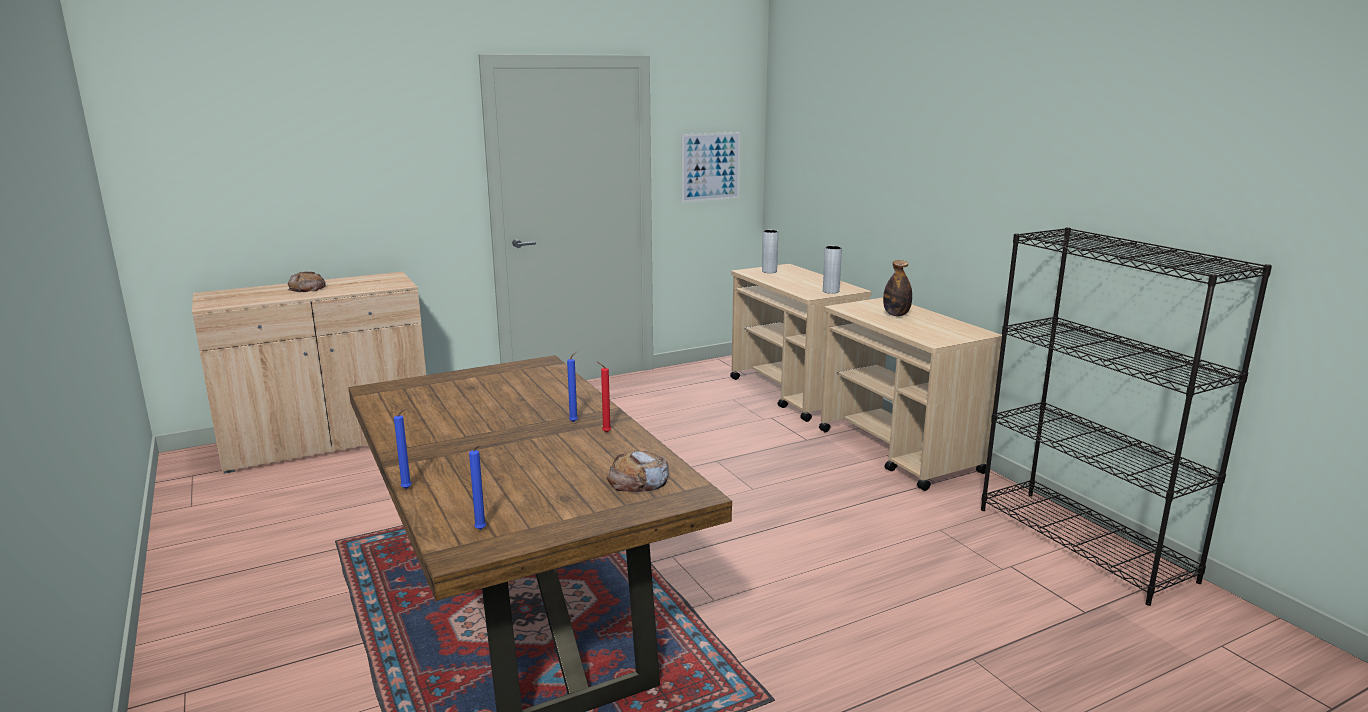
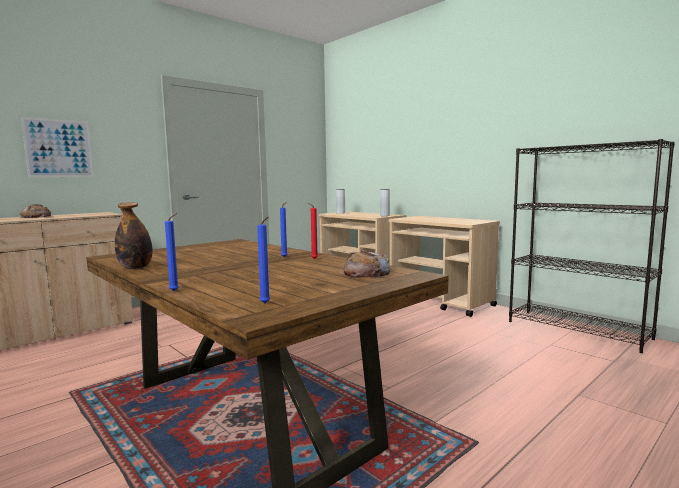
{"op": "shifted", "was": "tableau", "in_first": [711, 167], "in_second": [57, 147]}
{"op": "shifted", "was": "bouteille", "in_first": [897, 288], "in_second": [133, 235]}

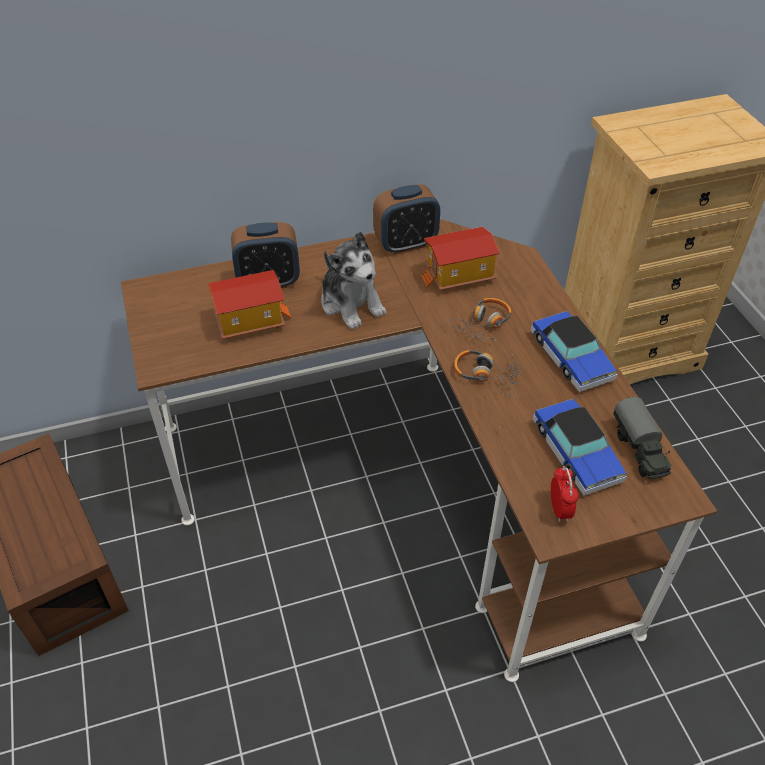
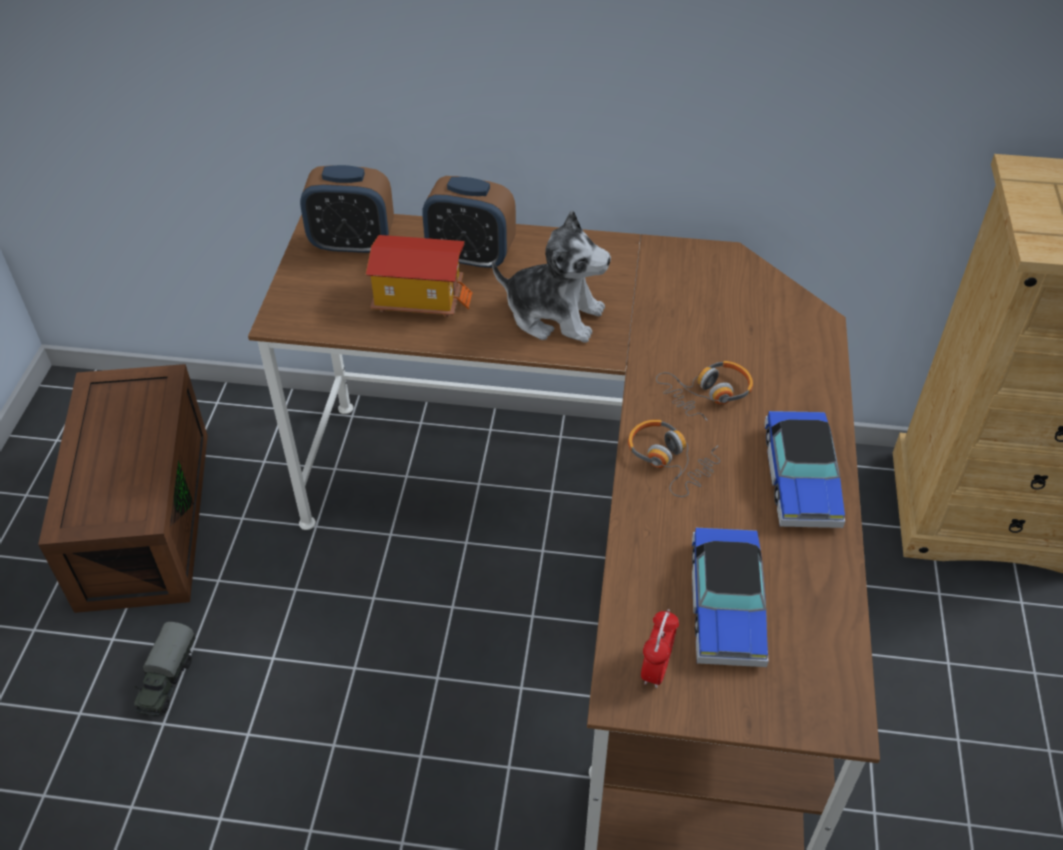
{"op": "gone", "was": "maison miniature", "in_first": [460, 259]}
{"op": "shifted", "was": "réveil", "in_first": [406, 219], "in_second": [347, 210]}
{"op": "shifted", "was": "camion jouet", "in_first": [642, 438], "in_second": [164, 669]}
{"op": "rotated", "was": "peluche", "in_first": [354, 280], "in_second": [551, 277], "clockwise": -60}

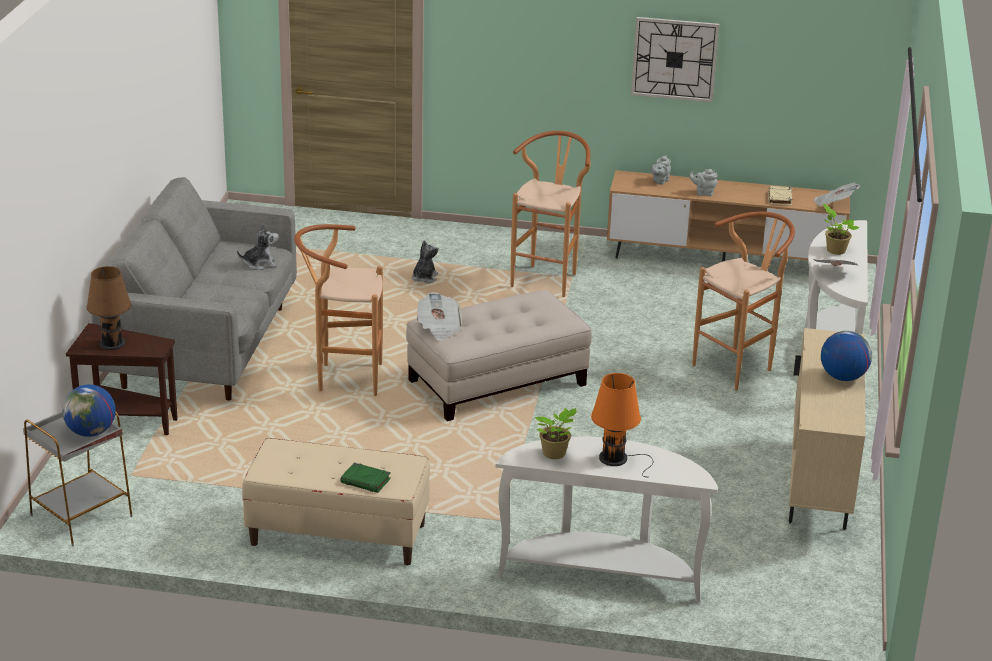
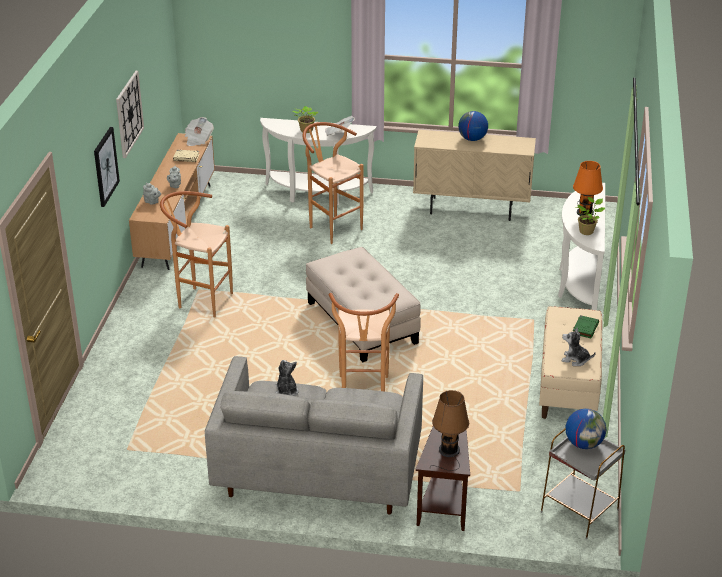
{"op": "gone", "was": "journal", "in_first": [439, 316]}
{"op": "new", "now": "tableau", "in_second": [107, 167]}
{"op": "shifted", "was": "peluche", "in_first": [425, 262], "in_second": [579, 347]}

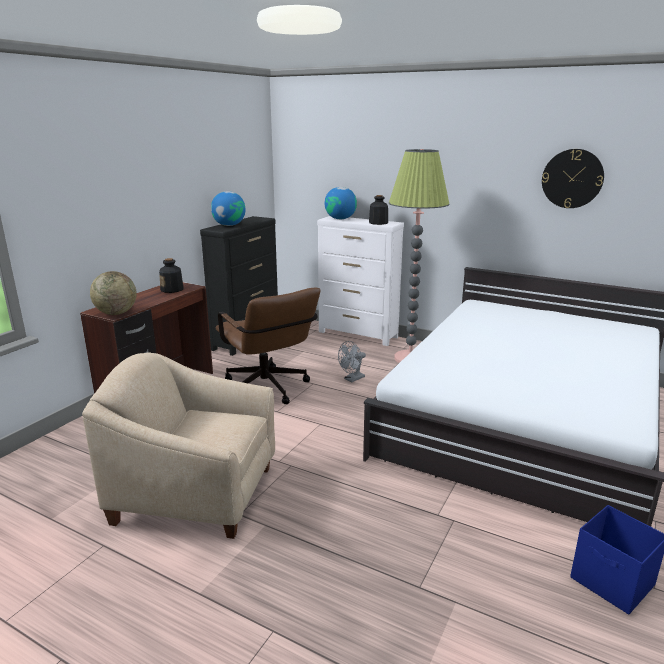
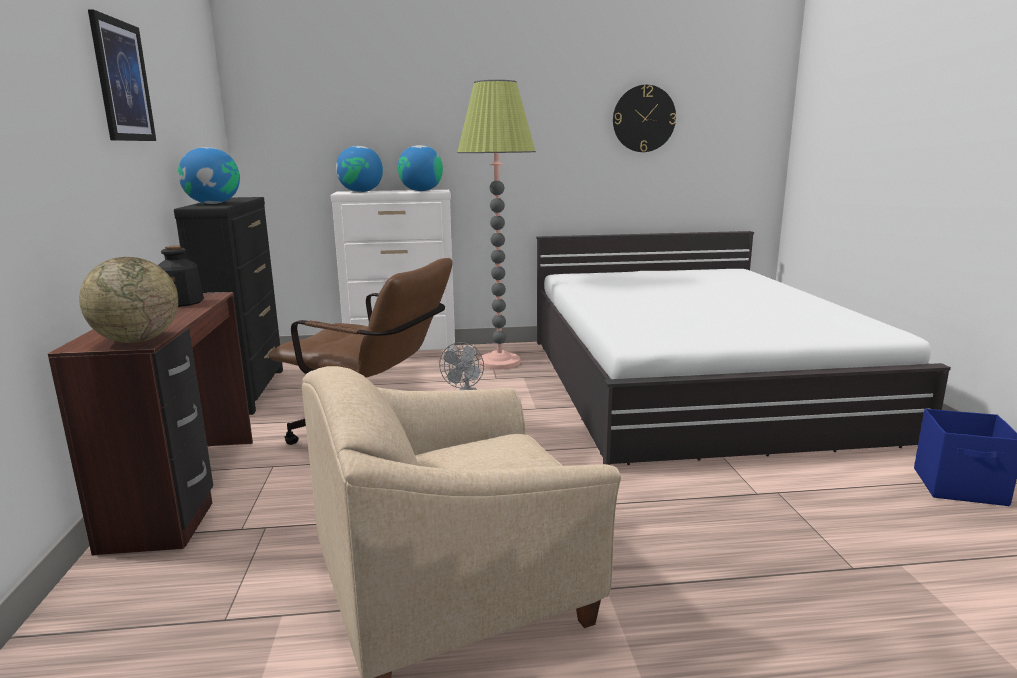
{"op": "new", "now": "tableau", "in_second": [122, 75]}
{"op": "swapped", "was": "bouteille", "now": "globe", "in_first": [378, 210], "in_second": [420, 168]}

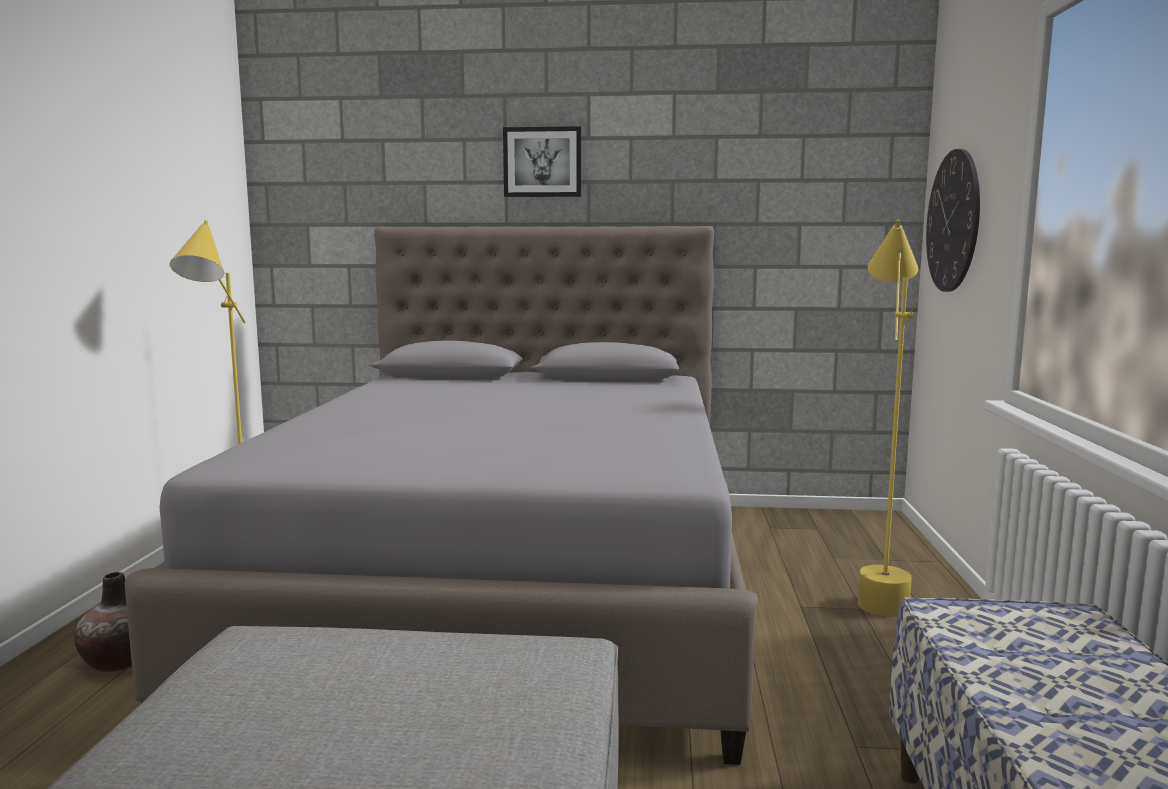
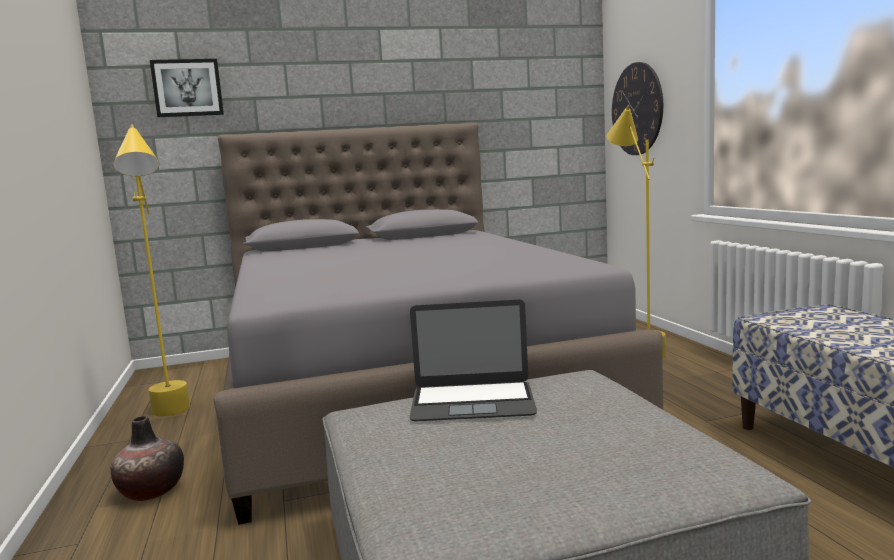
{"op": "new", "now": "ordinateur portable", "in_second": [473, 360]}
{"op": "shifted", "was": "tableau", "in_first": [542, 161], "in_second": [187, 88]}

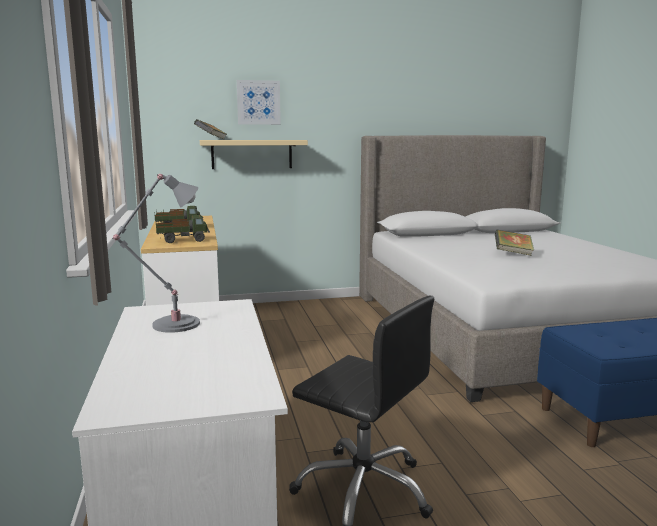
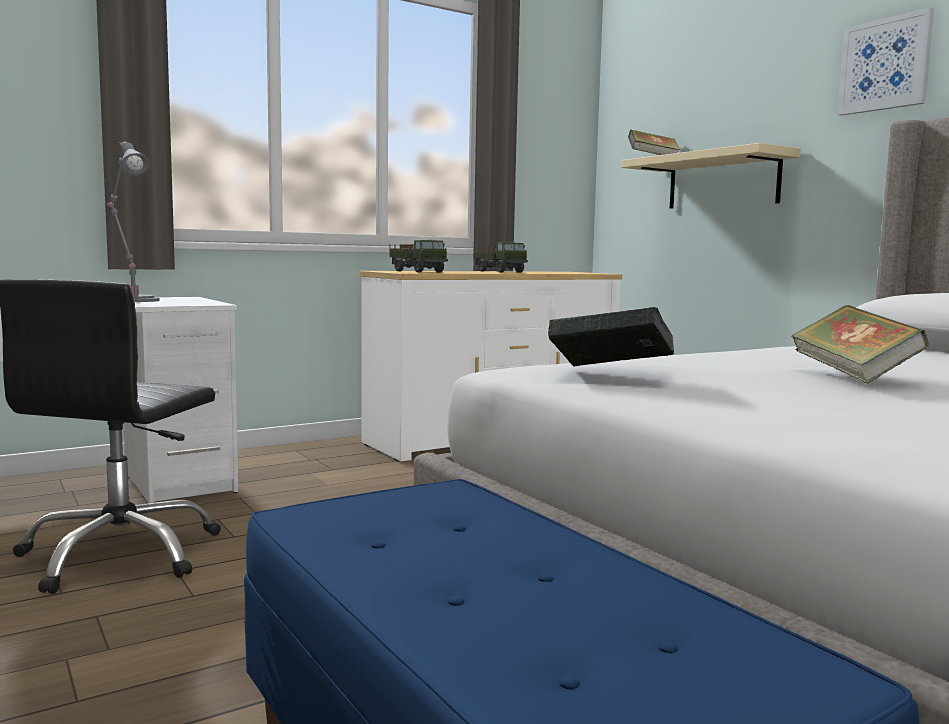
{"op": "new", "now": "livre", "in_second": [611, 337]}
{"op": "shifted", "was": "tableau", "in_first": [259, 102], "in_second": [886, 61]}

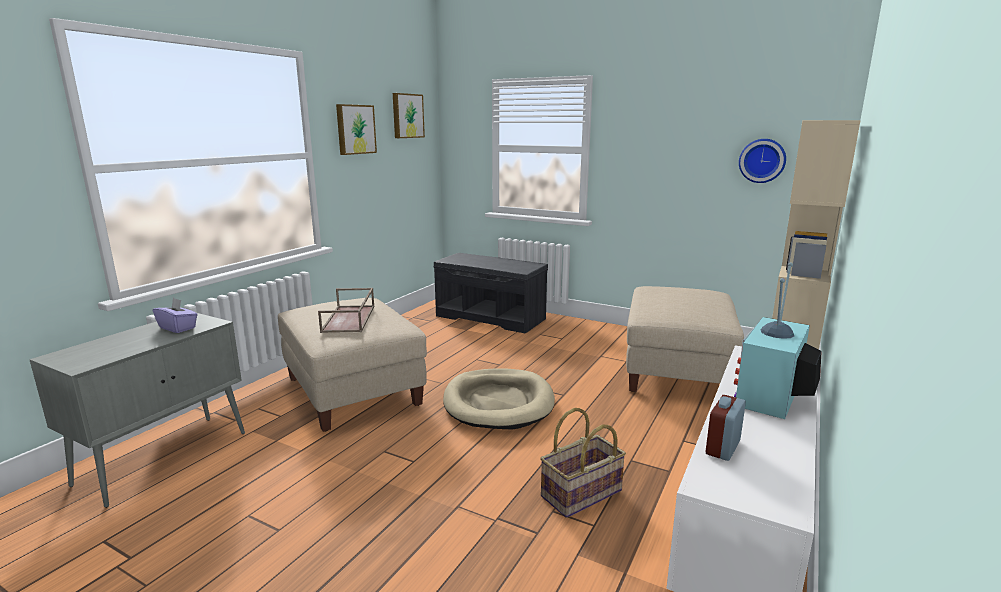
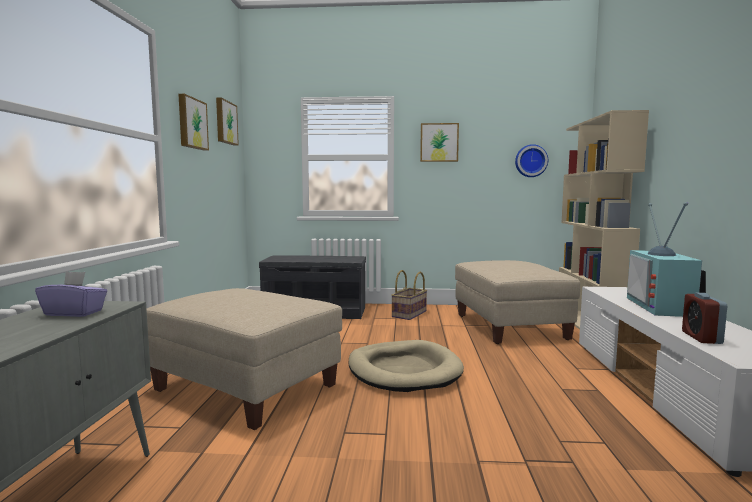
{"op": "gone", "was": "plateau (marron)", "in_first": [346, 310]}
{"op": "new", "now": "tableau", "in_second": [439, 142]}
{"op": "shifted", "was": "panier", "in_first": [583, 463], "in_second": [409, 295]}

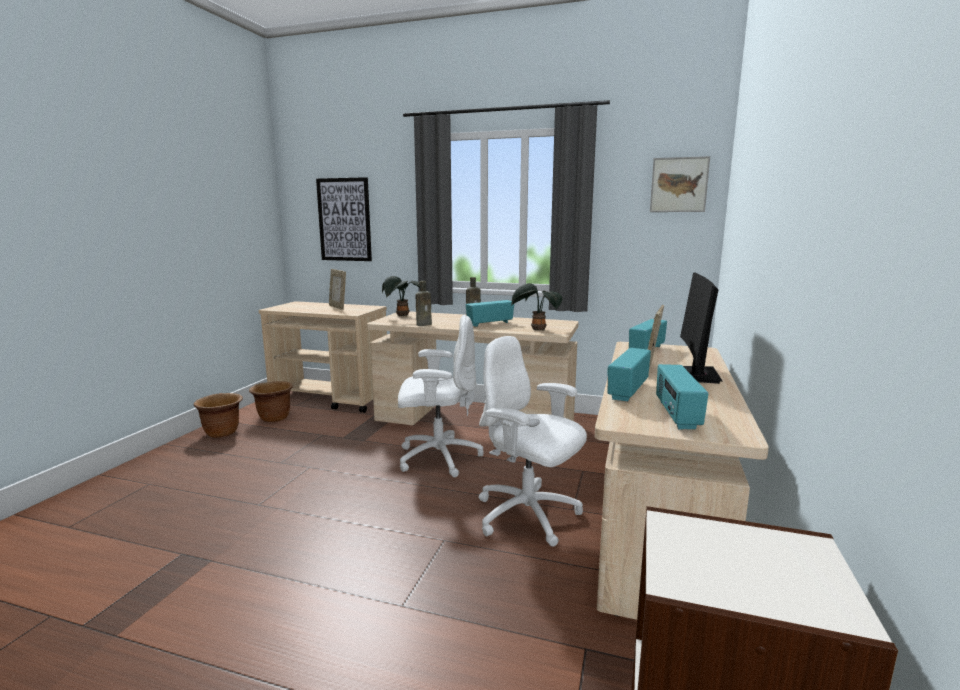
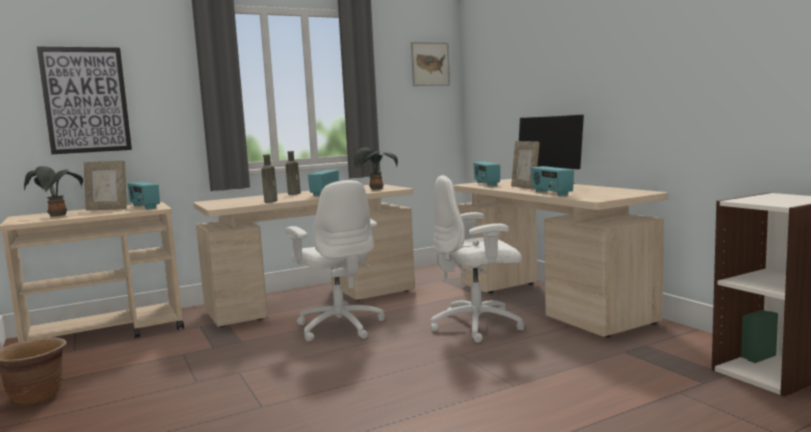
{"op": "gone", "was": "cache-pot (marron)", "in_first": [271, 401]}
{"op": "shifted", "was": "plante en pot", "in_first": [401, 296], "in_second": [53, 191]}
{"op": "shifted", "was": "radio", "in_first": [682, 396], "in_second": [143, 195]}
{"op": "rotated", "was": "chaise de bureau (blanc)", "in_first": [440, 396], "in_second": [335, 261], "clockwise": 105}

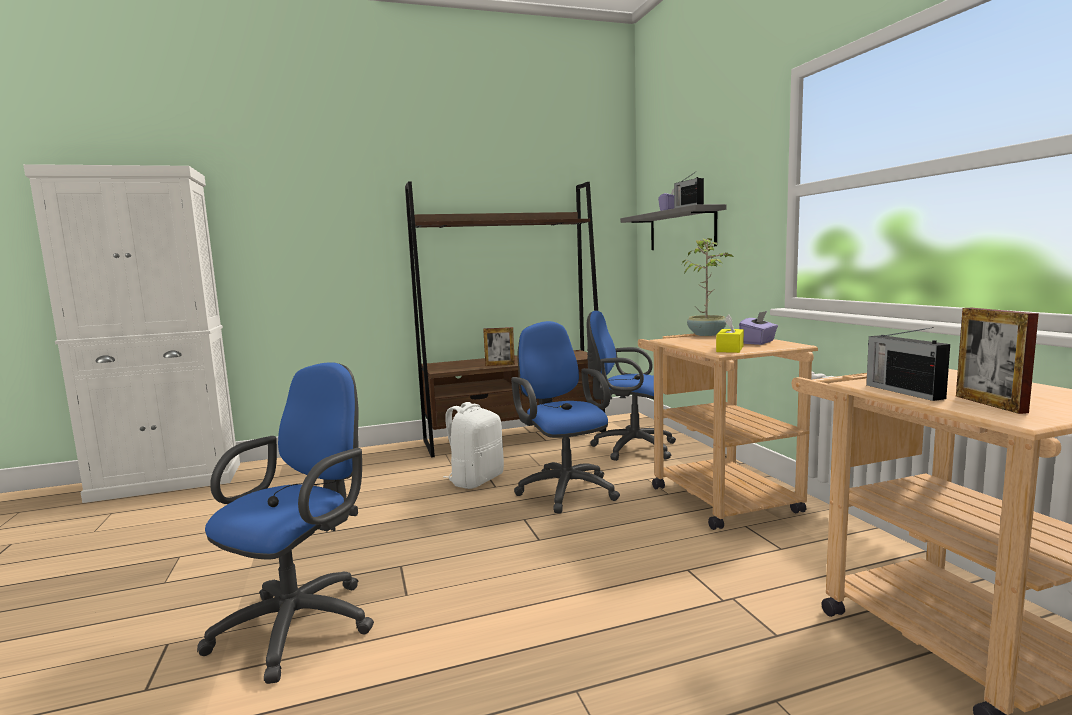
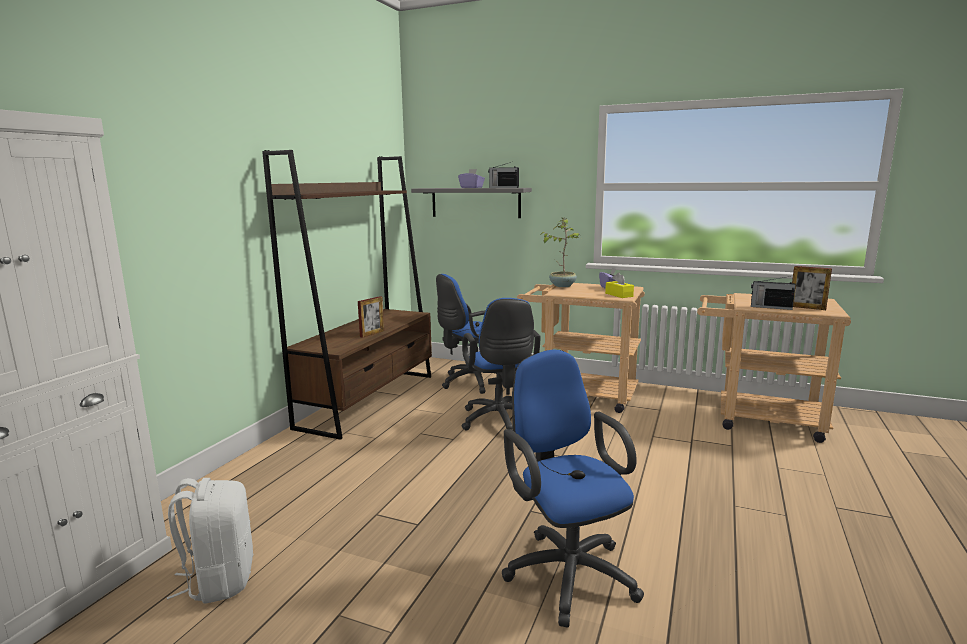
{"op": "shifted", "was": "sac à dos (blanc)", "in_first": [474, 445], "in_second": [210, 541]}
{"op": "rotated", "was": "chaise de bureau (bleu)", "in_first": [565, 417], "in_second": [501, 364], "clockwise": -120}

